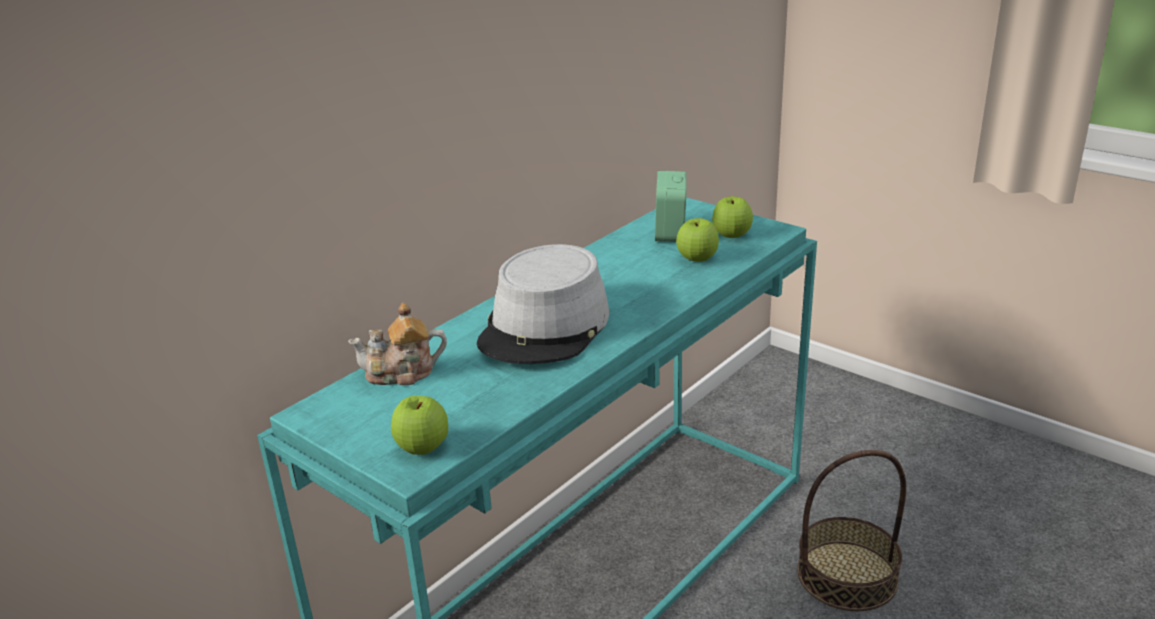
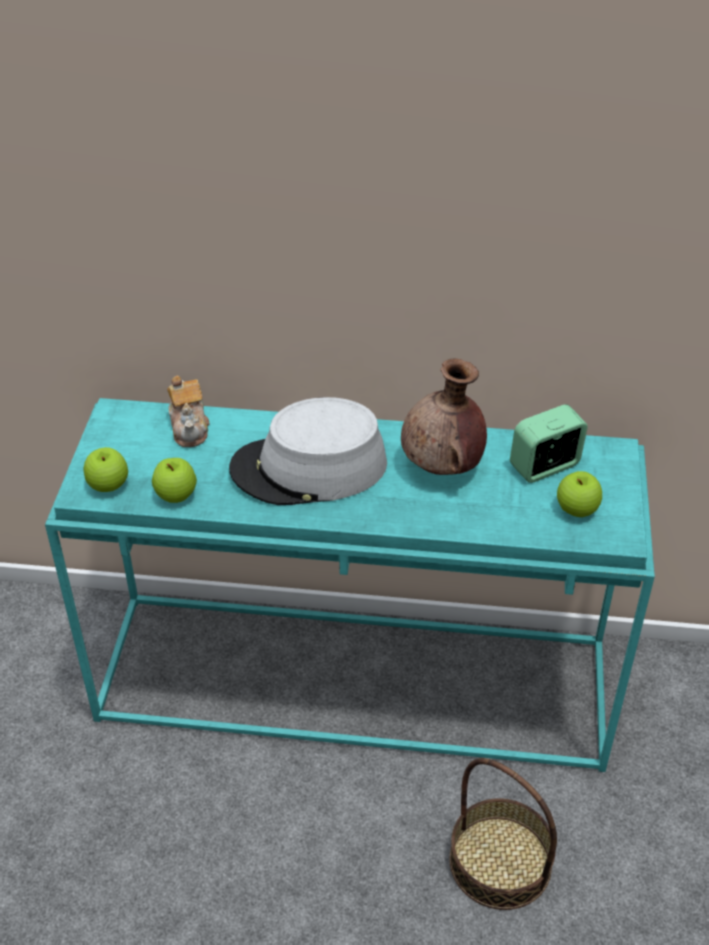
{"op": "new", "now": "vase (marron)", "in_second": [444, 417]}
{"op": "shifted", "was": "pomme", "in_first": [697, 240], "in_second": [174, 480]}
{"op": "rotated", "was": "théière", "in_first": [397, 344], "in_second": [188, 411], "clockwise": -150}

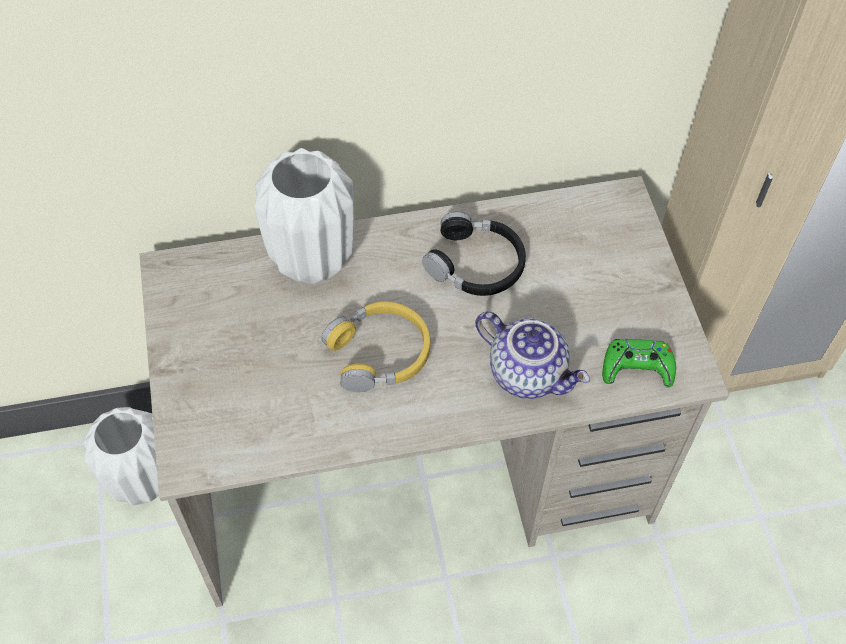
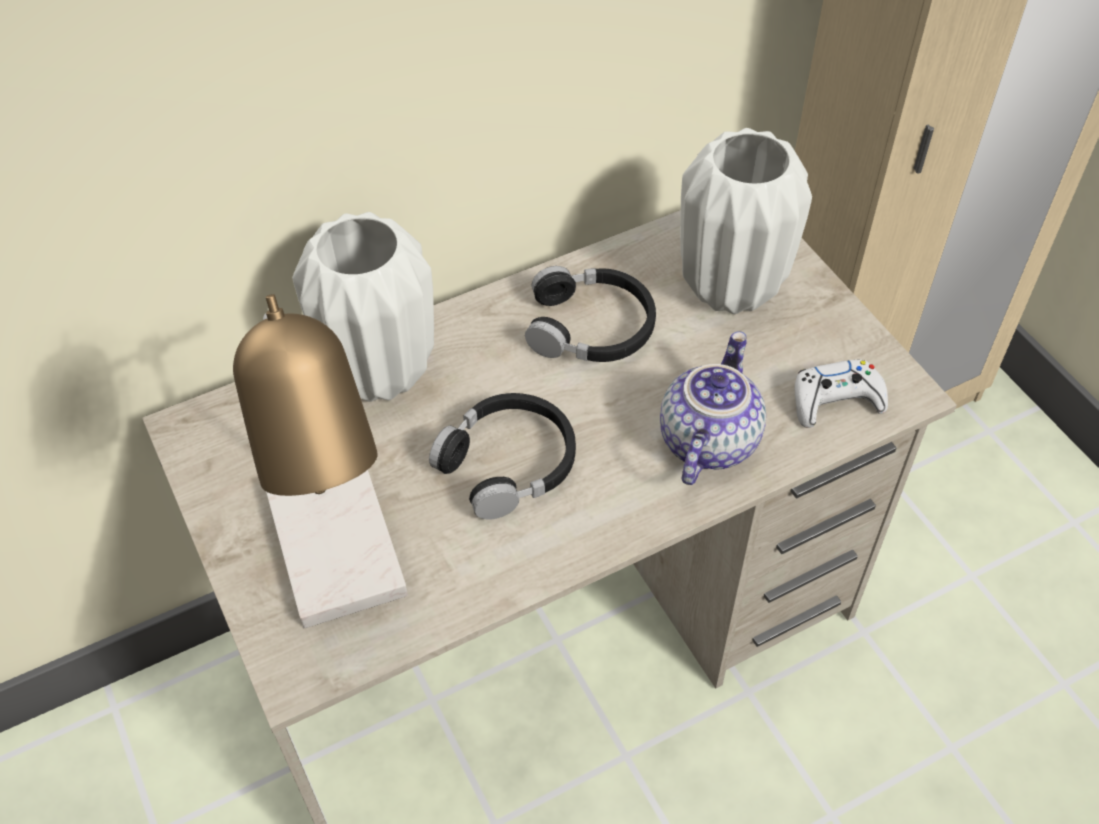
{"op": "new", "now": "lampe de table", "in_second": [320, 461]}
{"op": "shifted", "was": "vase (blanc)", "in_first": [121, 456], "in_second": [746, 221]}
{"op": "repainted", "was": "casque audio (jaune)", "now": "casque audio (noir)", "in_first": [376, 347], "in_second": [502, 456]}
{"op": "repainted", "was": "manette (vert)", "now": "manette (blanc)", "in_first": [639, 363], "in_second": [841, 393]}
{"op": "rotated", "was": "théière", "in_first": [532, 355], "in_second": [713, 408], "clockwise": -90}

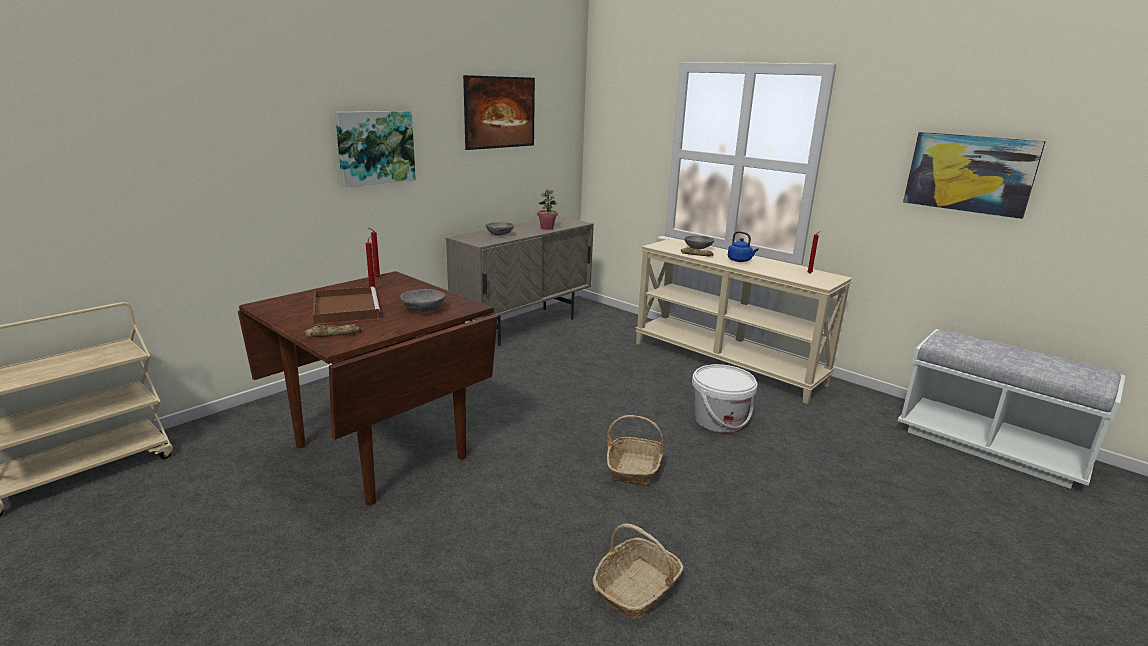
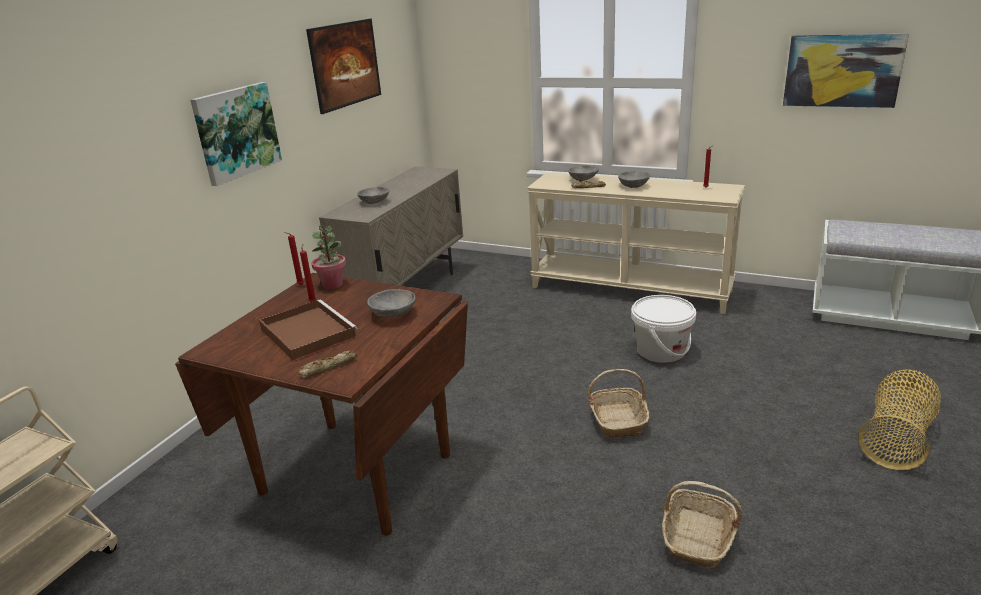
{"op": "new", "now": "panier", "in_second": [899, 419]}
{"op": "shifted", "was": "plante en pot", "in_first": [547, 209], "in_second": [328, 257]}
{"op": "swapped", "was": "bouilloire (bleu)", "now": "bol (gris)", "in_first": [743, 246], "in_second": [634, 179]}

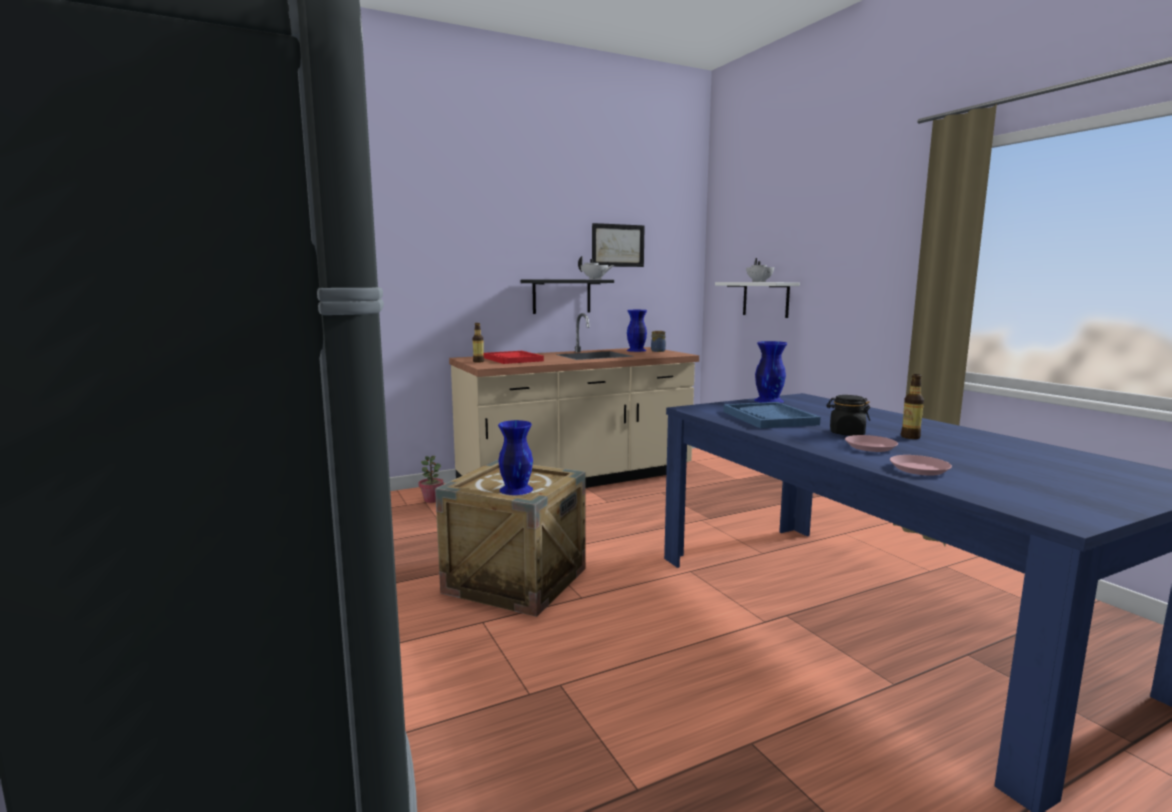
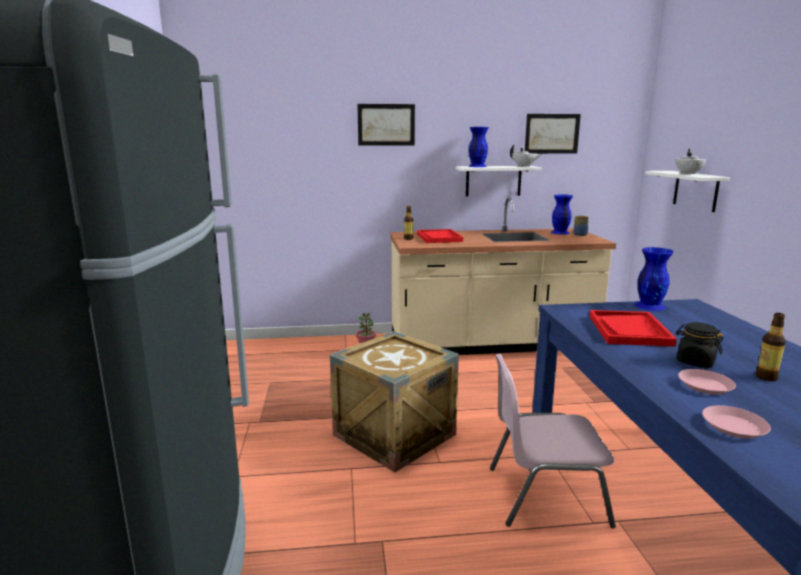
{"op": "new", "now": "tableau", "in_second": [386, 125]}
{"op": "new", "now": "chaise (rose)", "in_second": [553, 441]}
{"op": "shifted", "was": "vase (bleu)", "in_first": [515, 457], "in_second": [478, 147]}
{"op": "repainted", "was": "étagère (noir)", "now": "étagère (blanc)", "in_first": [567, 297], "in_second": [499, 181]}
{"op": "repainted", "was": "plateau (bleu)", "now": "plateau (rouge)", "in_first": [772, 415], "in_second": [633, 328]}

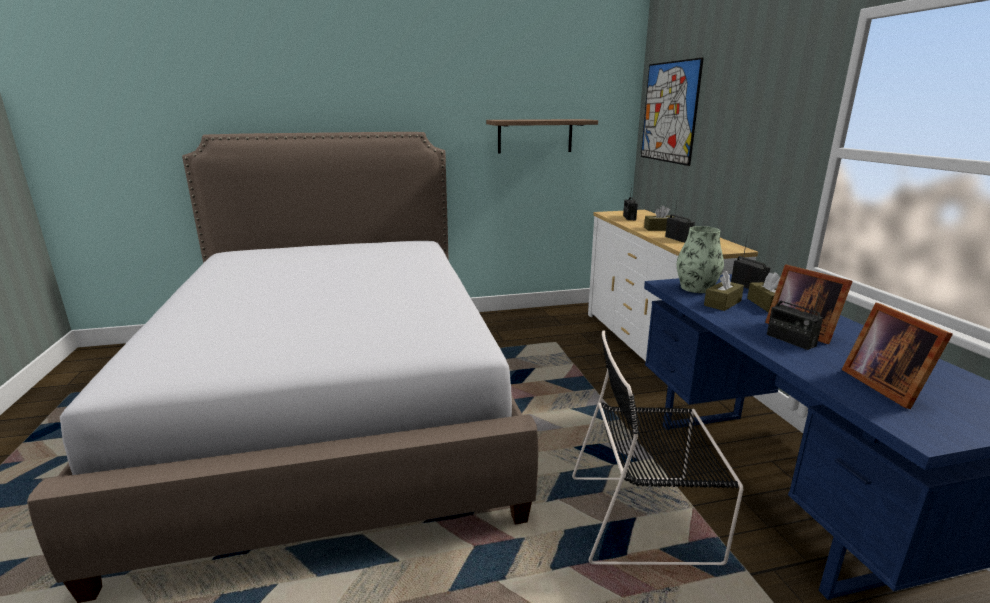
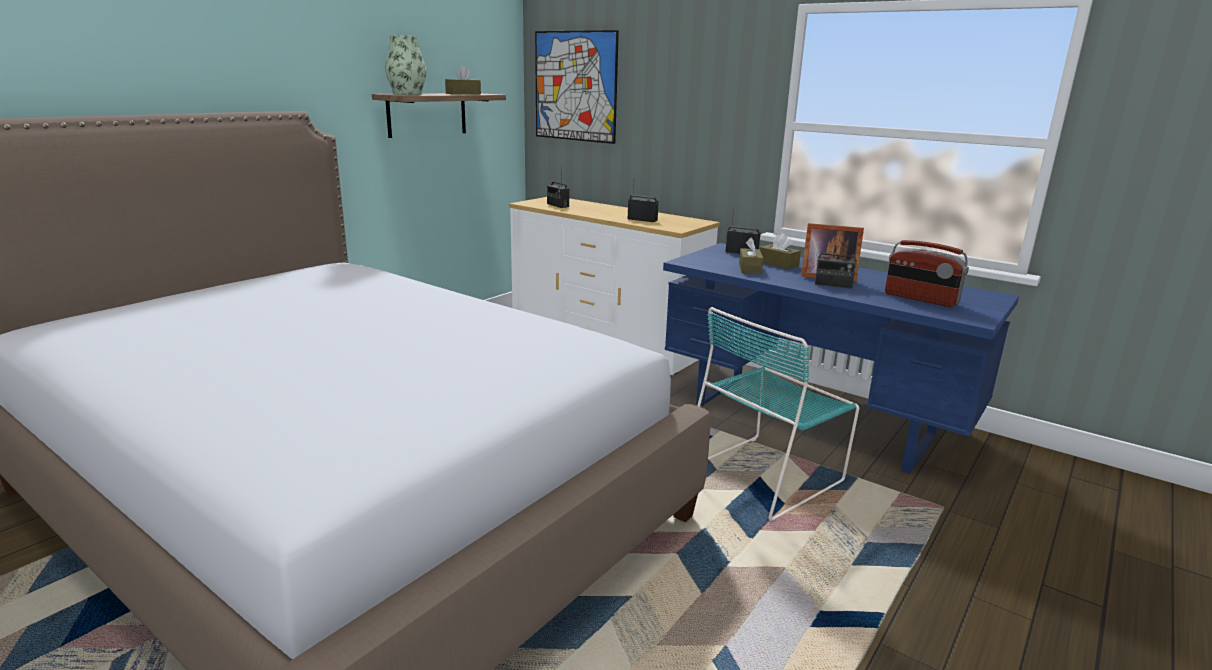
{"op": "shifted", "was": "boîte à mouchoirs (marron)", "in_first": [659, 218], "in_second": [463, 80]}
{"op": "shifted", "was": "vase", "in_first": [700, 259], "in_second": [405, 65]}
{"op": "swapped", "was": "cadre photo", "now": "radio", "in_first": [897, 356], "in_second": [927, 273]}
{"op": "repainted", "was": "chaise (noir)", "now": "chaise (turquoise)", "in_first": [657, 447], "in_second": [778, 414]}

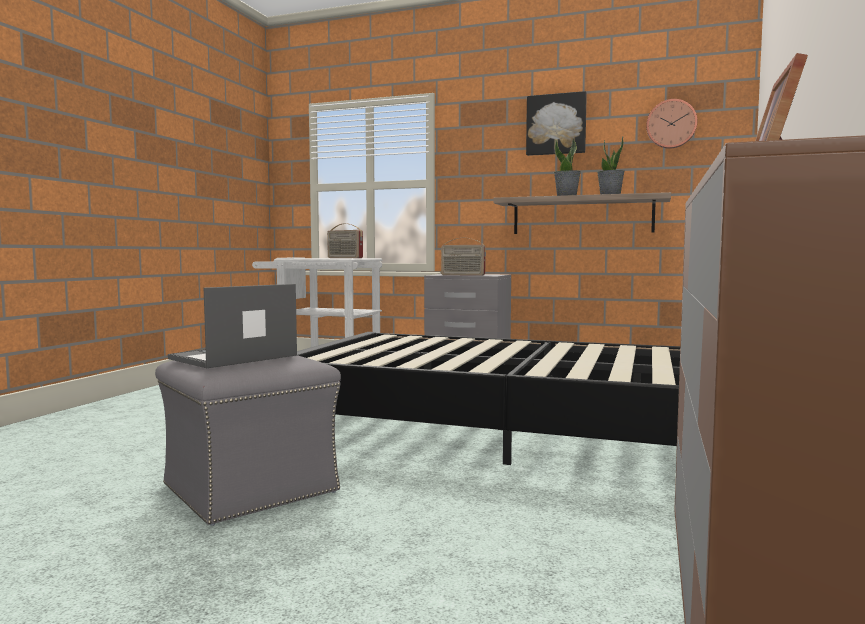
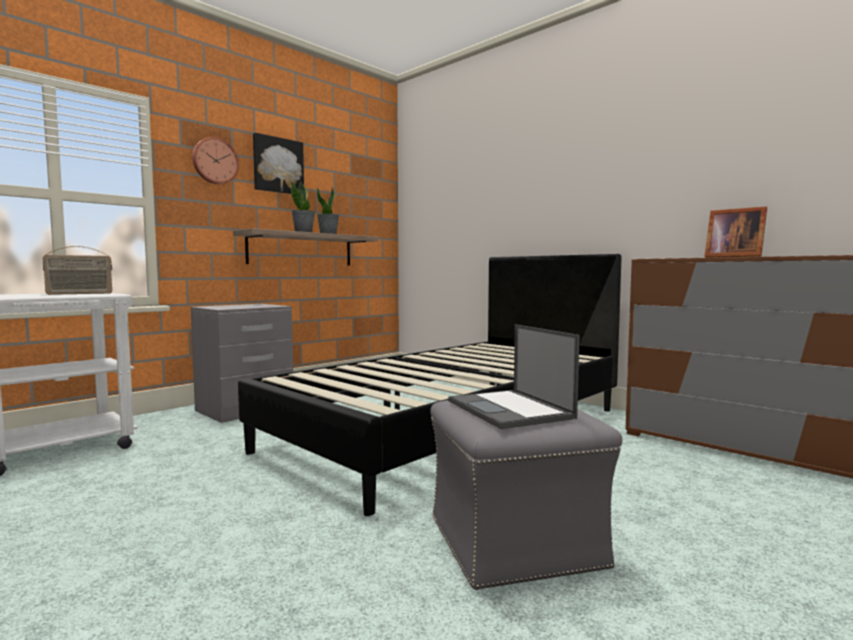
{"op": "gone", "was": "radio", "in_first": [463, 257]}
{"op": "shifted", "was": "horloge murale", "in_first": [671, 124], "in_second": [215, 160]}

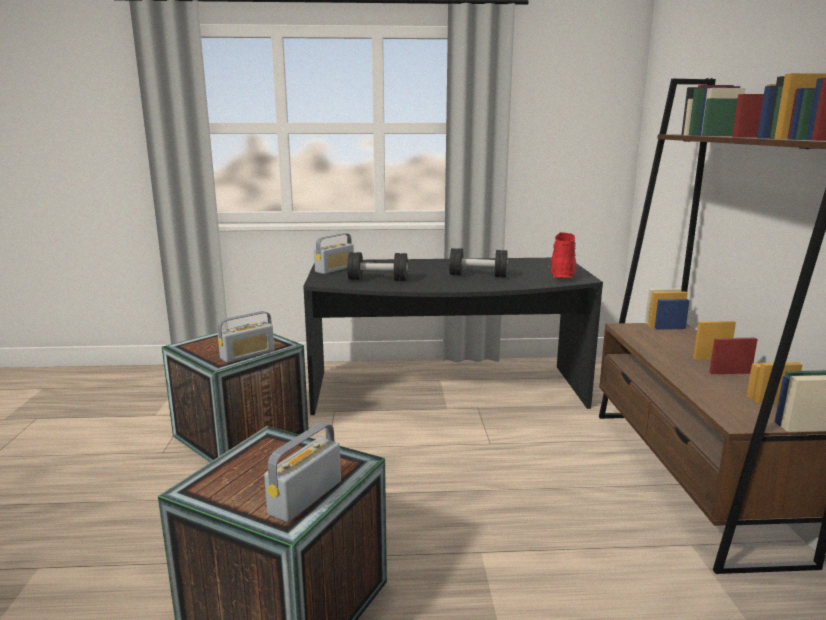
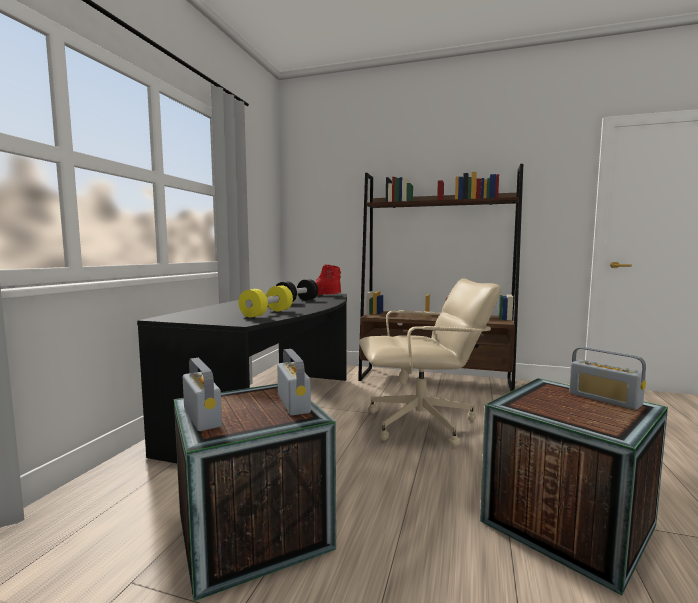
{"op": "new", "now": "chaise de bureau (beige)", "in_second": [430, 363]}
{"op": "shifted", "was": "radio", "in_first": [334, 253], "in_second": [202, 394]}
{"op": "repainted", "was": "haltère (noir)", "now": "haltère (jaune)", "in_first": [377, 266], "in_second": [266, 301]}

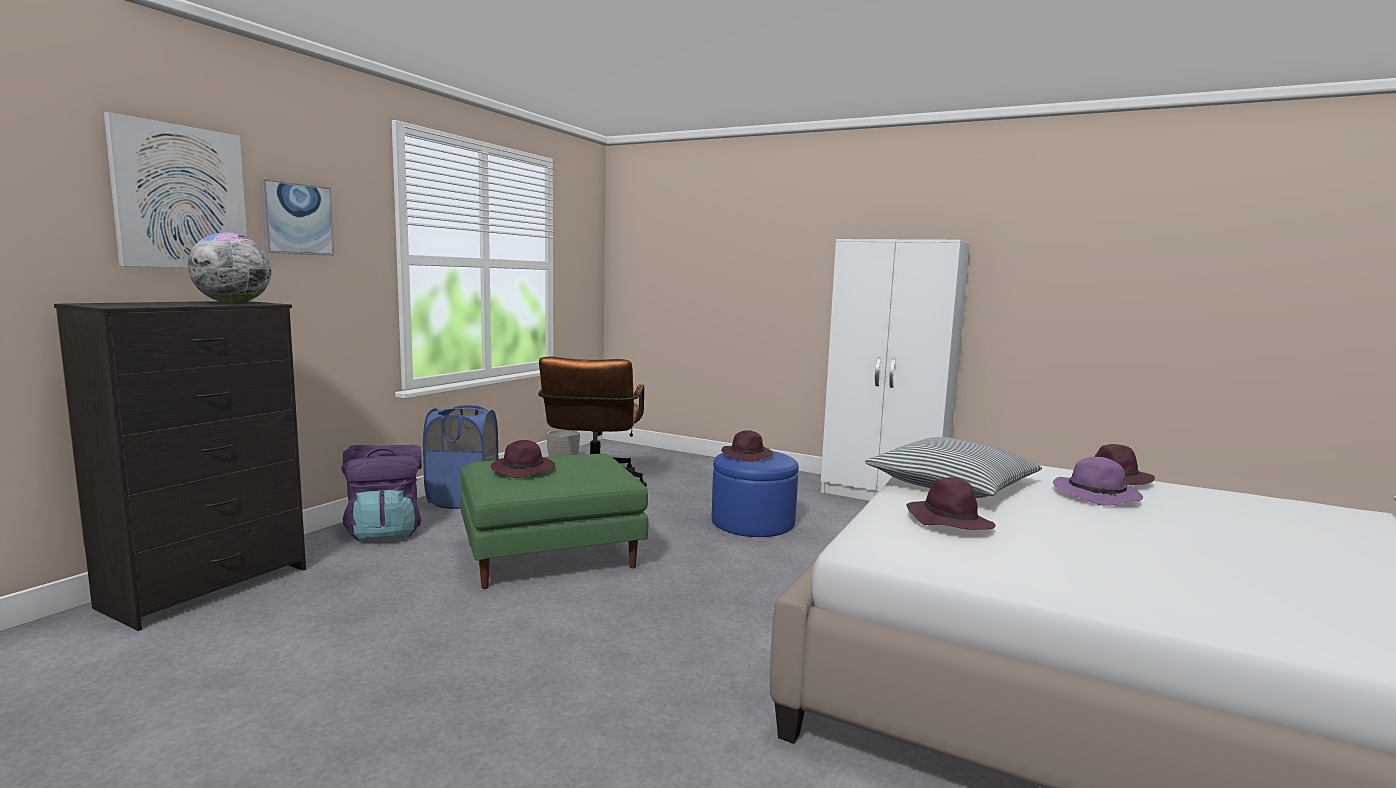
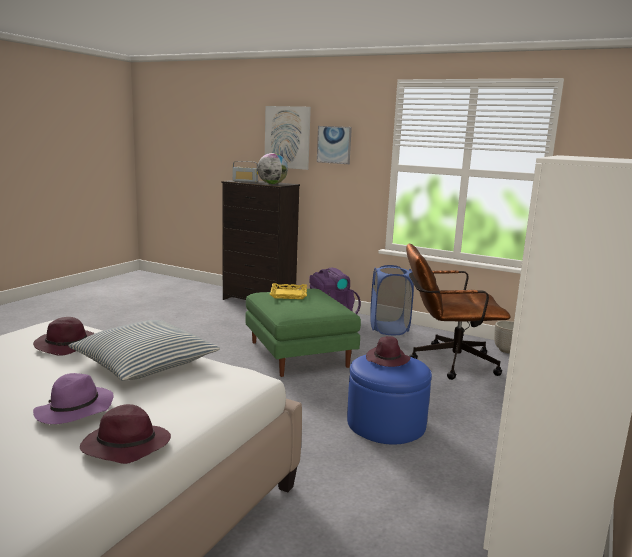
{"op": "new", "now": "radio", "in_second": [245, 171]}
{"op": "swapped", "was": "chapeau (violet)", "now": "plateau (jaune)", "in_first": [522, 459], "in_second": [288, 291]}

